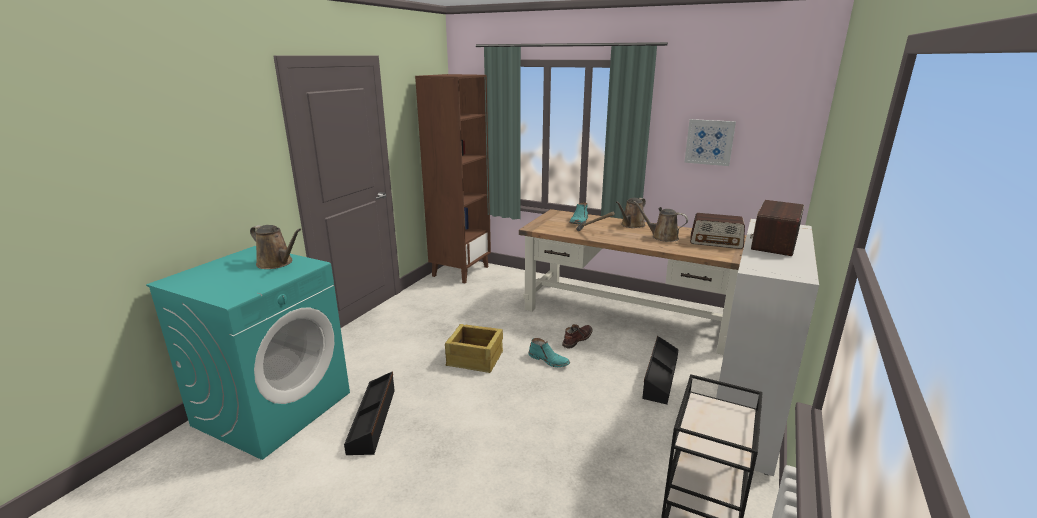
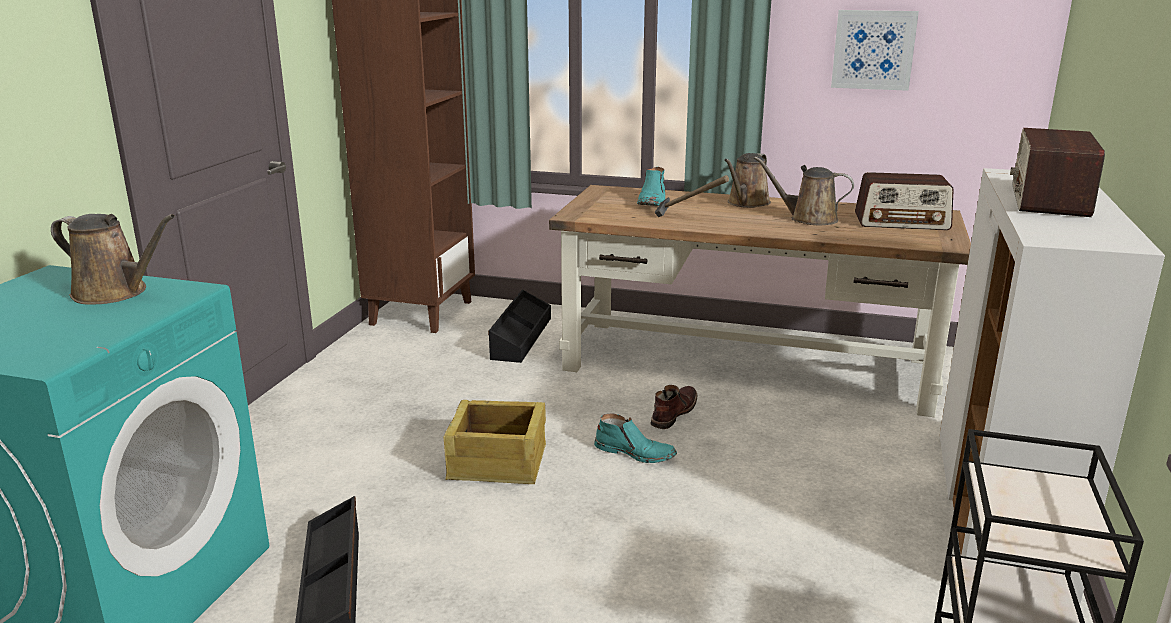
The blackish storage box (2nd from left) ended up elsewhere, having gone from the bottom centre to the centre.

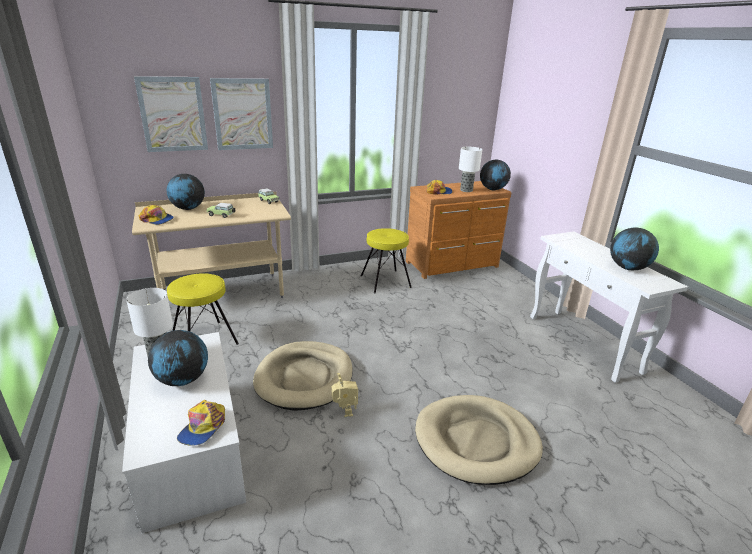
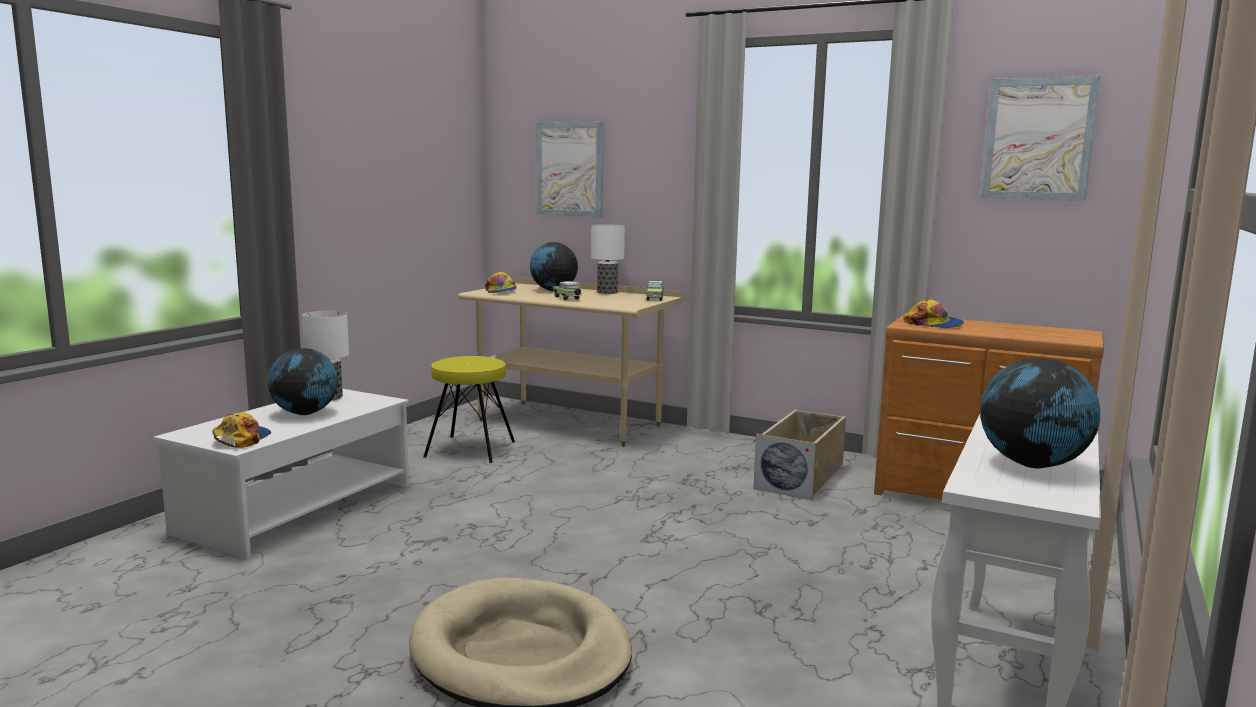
The second view lost the sand-coloured dog bed (1st from left) at the bottom centre.
The second view lost the toy robot at the bottom centre.
The second view lost the globe (3rd from left) at the top centre.
The wall art (2nd from left) ended up elsewhere, having gone from the top left to the top right.
The lamp for a table (2nd from left) ended up elsewhere, having gone from the top centre to the centre.
Where the yellow sitting stool (2nd from left) stood at the centre, the sand-coloured storage box came to stand at the centre.
The peaked cap (2nd from left in the first image) at the bottom left ended up facing another way, 120 degrees clockwise from before.

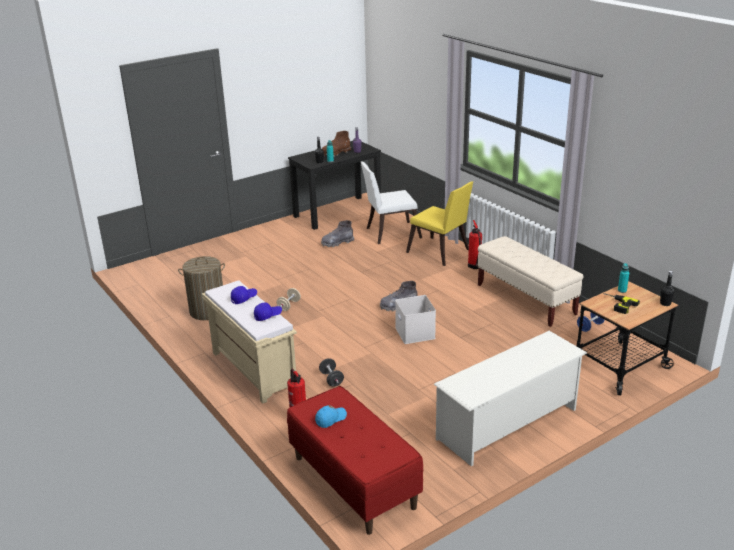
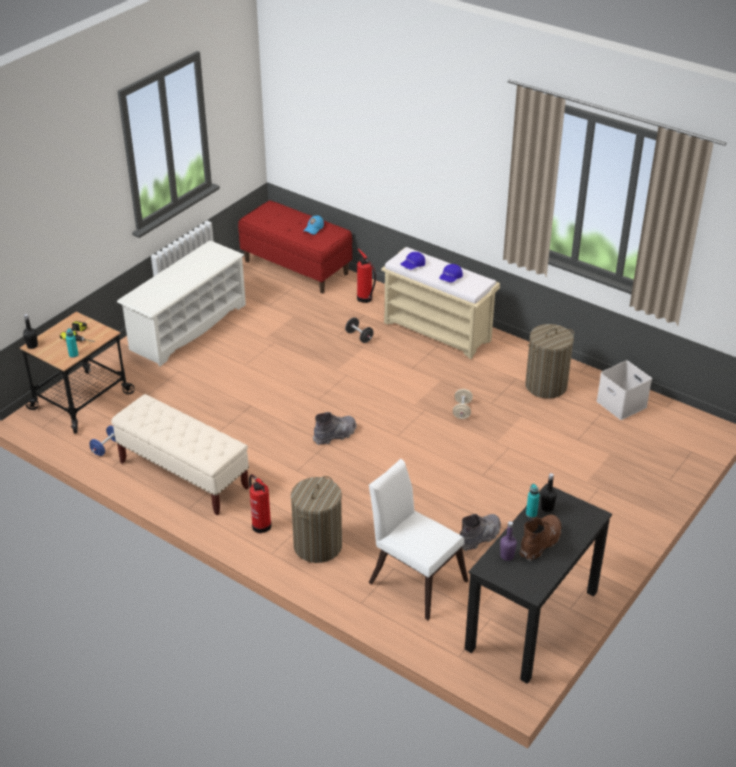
The white-coloured storage box ended up elsewhere, having gone from the centre to the middle right.
Where the yellow plain chair stood at the centre, the hamper (1st from left) came to stand at the bottom centre.
The white-coloured plain chair at the centre ended up facing another way, 105 degrees counterclockwise from before.

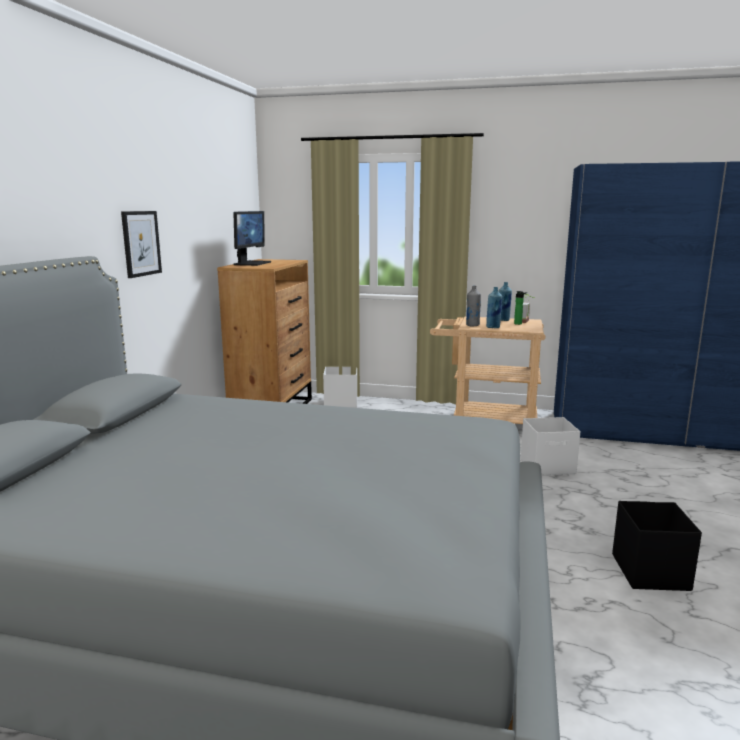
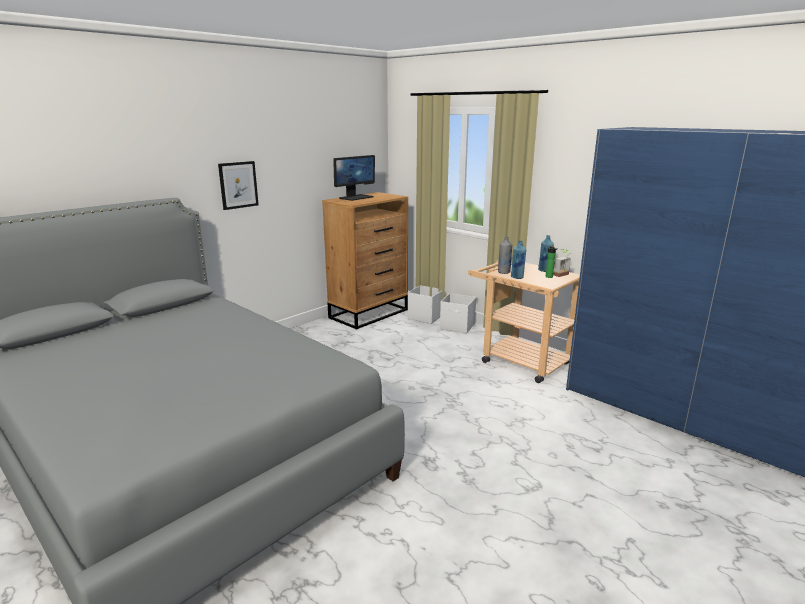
The second view lost the blackish storage box at the bottom right.
The white-coloured storage box (2nd from left) ended up elsewhere, having gone from the middle right to the centre.

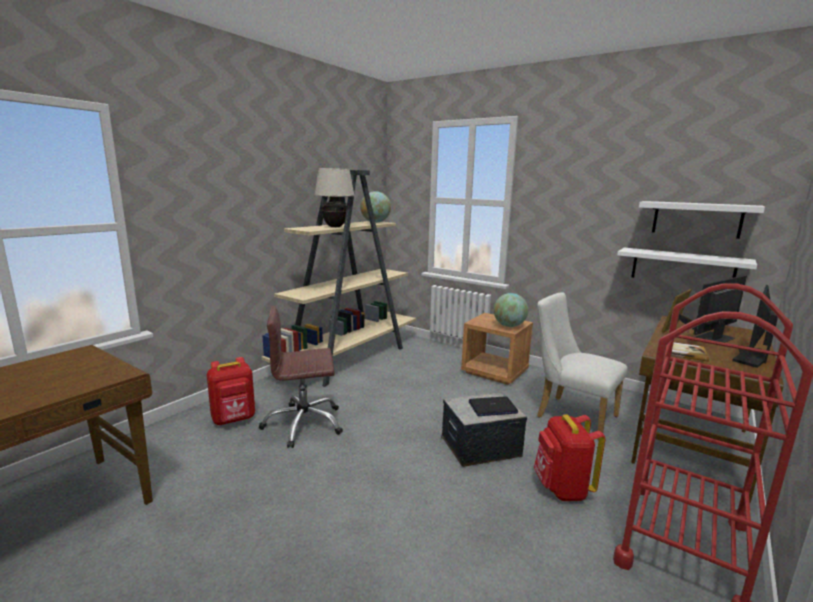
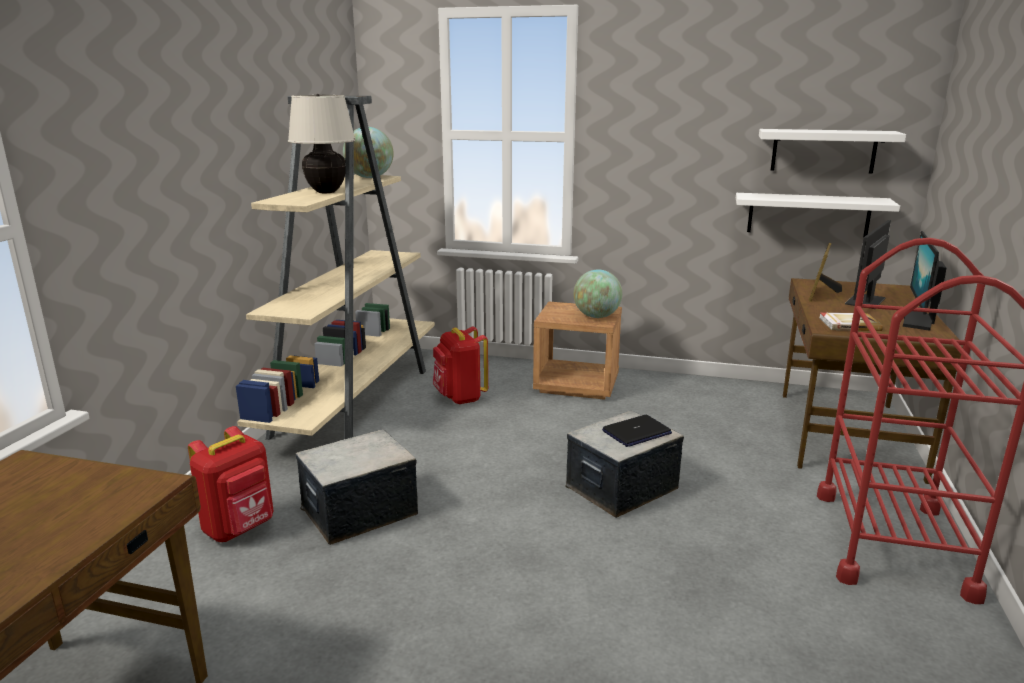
The second view lost the white-coloured plain chair at the middle right.
The red backpack (2nd from left) ended up elsewhere, having gone from the bottom right to the centre.
Where the brown-coloured computer chair stood at the centre, the storage box (1st from left) came to stand at the bottom centre.

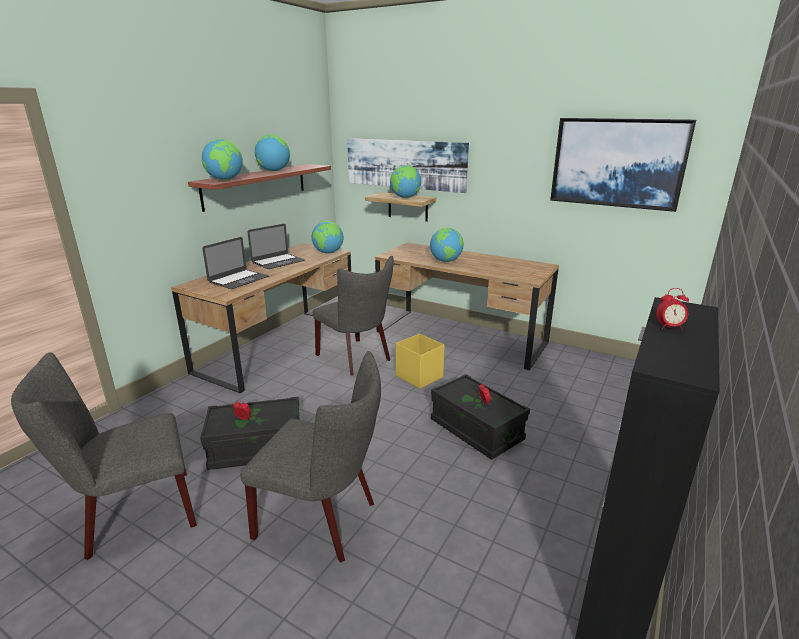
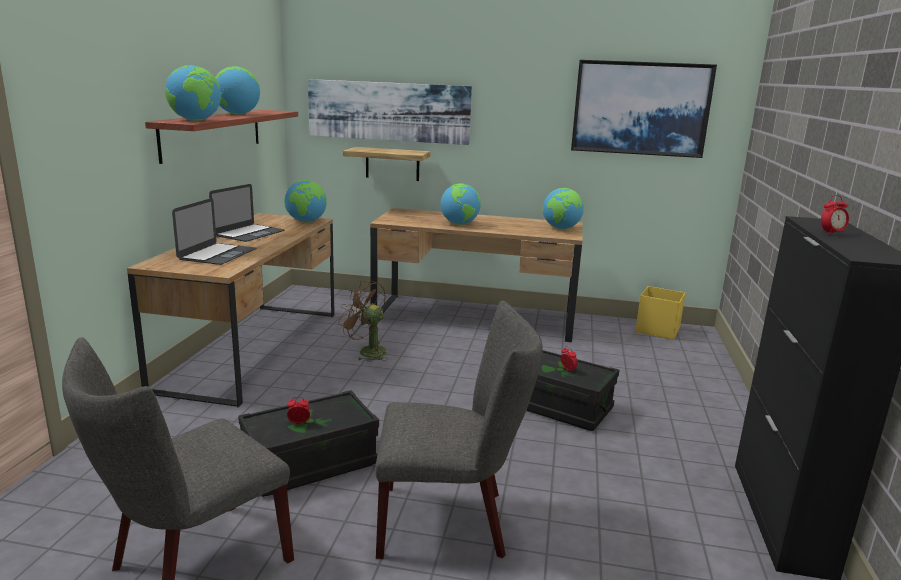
The globe (4th from left in the first image) ended up elsewhere, having gone from the top centre to the centre.
The yellow storage box ended up elsewhere, having gone from the centre to the middle right.
Where the grey plain chair (3rd from left) stood at the centre, the brown-coloured cooling fan came to stand at the centre.

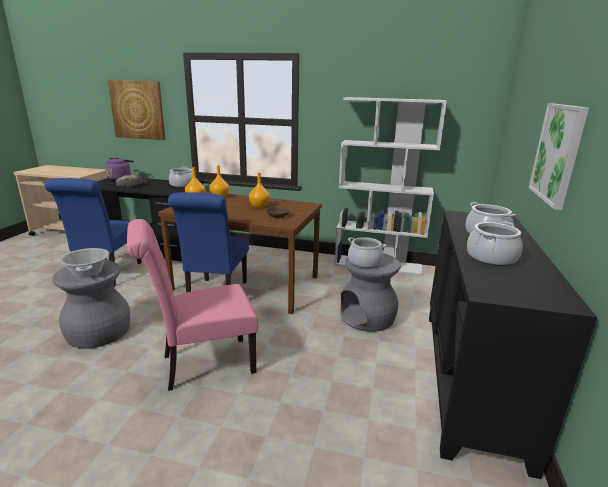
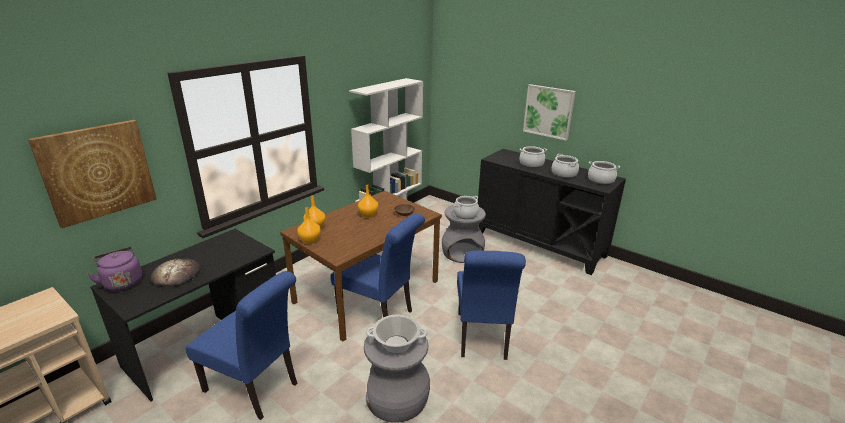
The stockpot (2nd from left in the first image) ended up elsewhere, having gone from the middle left to the middle right.
What was the pink plain chair at the middle left turned into the blue-coloured plain chair (3rd from left) at the bottom centre.

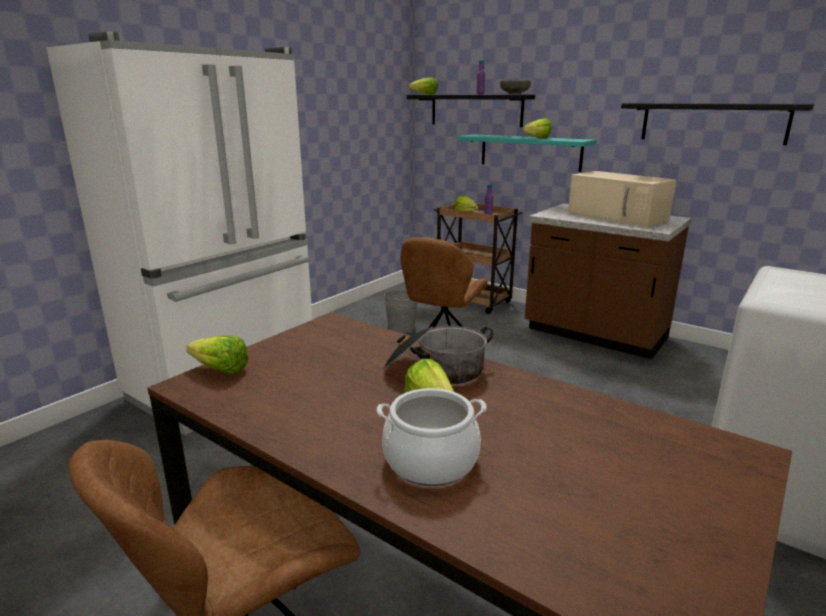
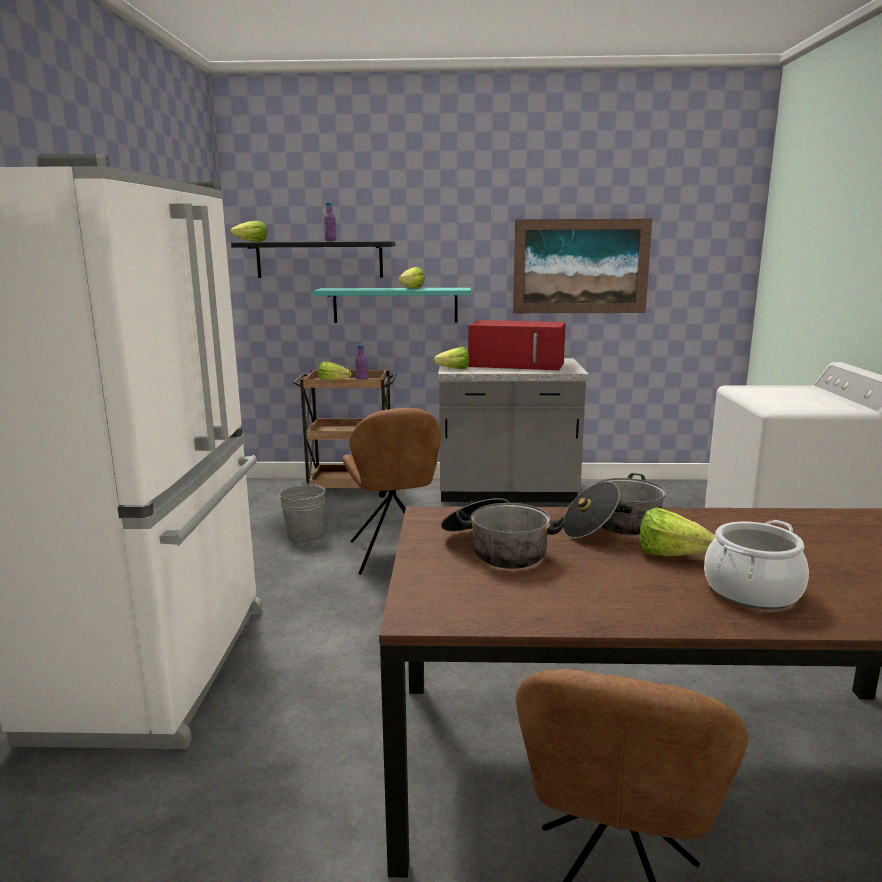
The second view lost the grey serving bowl at the top centre.
The second view gained the stockpot (1st from left) at the centre.
The lettuce (1st from left in the first image) ended up elsewhere, having gone from the middle left to the centre.
Where the blackish shelf (2nd from left) hung at the top right, the wall art came to hang at the top centre.
What was the brown-coloured kitchen base unit at the middle right turned into the grey kitchen base unit at the centre.
What was the sand-coloured microwave at the top right turned into the red microwave at the centre.

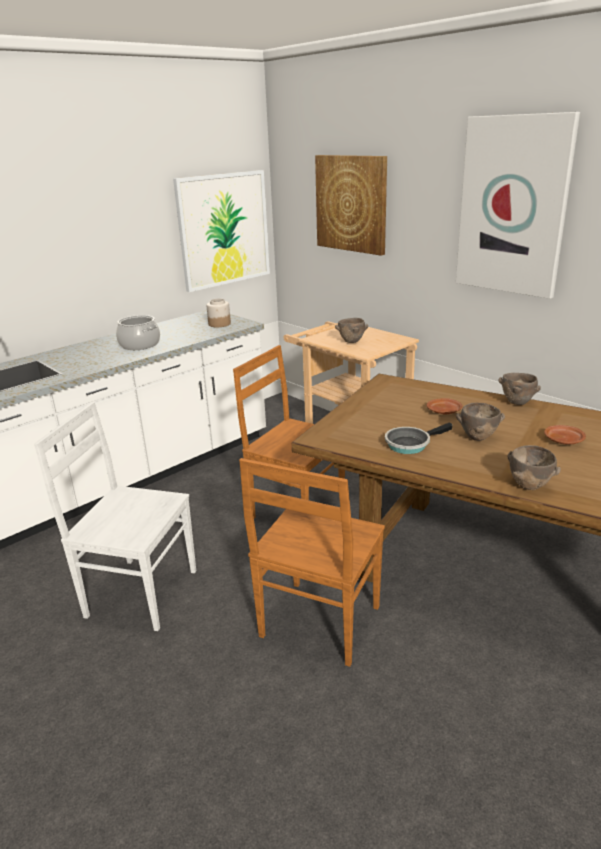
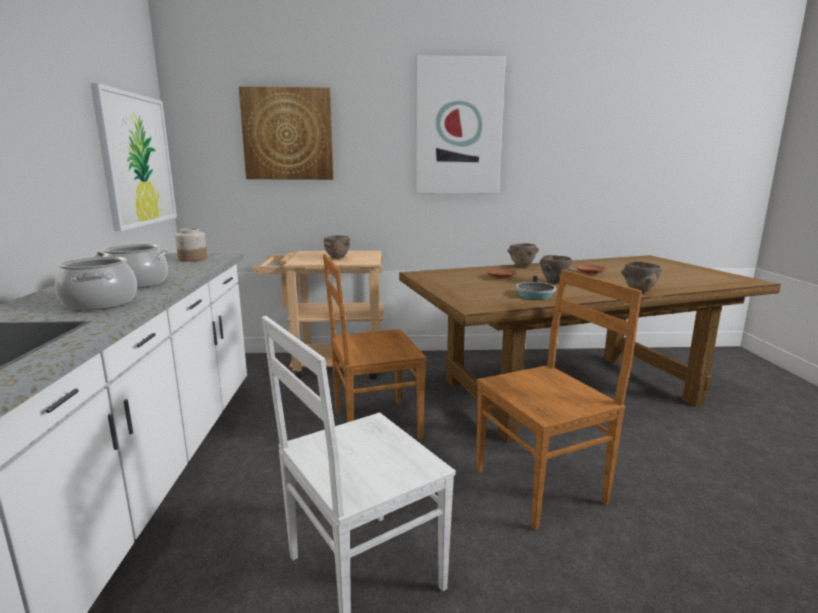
The second view gained the stockpot (1st from left) at the middle left.
The brown-coloured plain chair (2nd from left) at the centre ended up facing another way, 90 degrees counterclockwise from before.

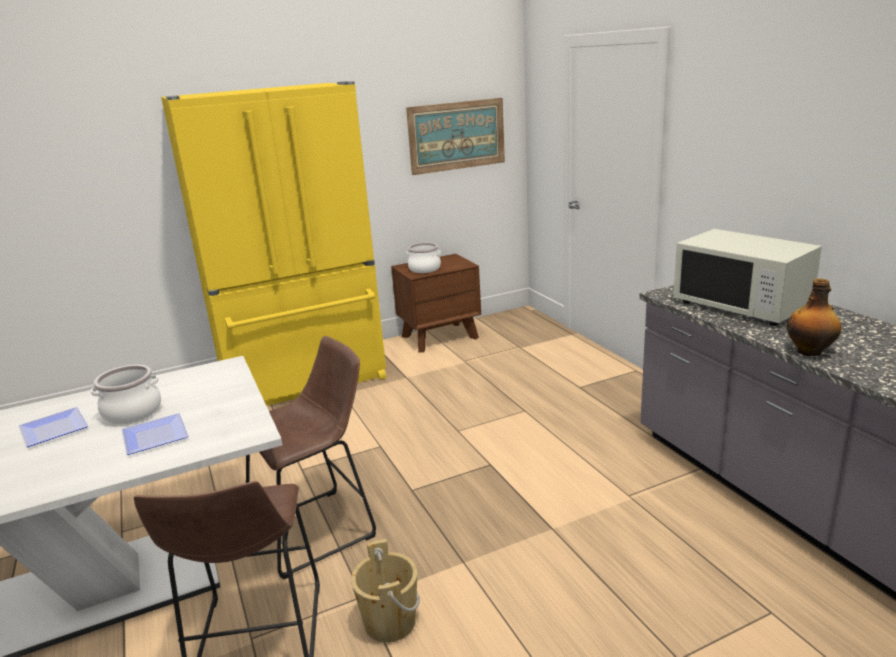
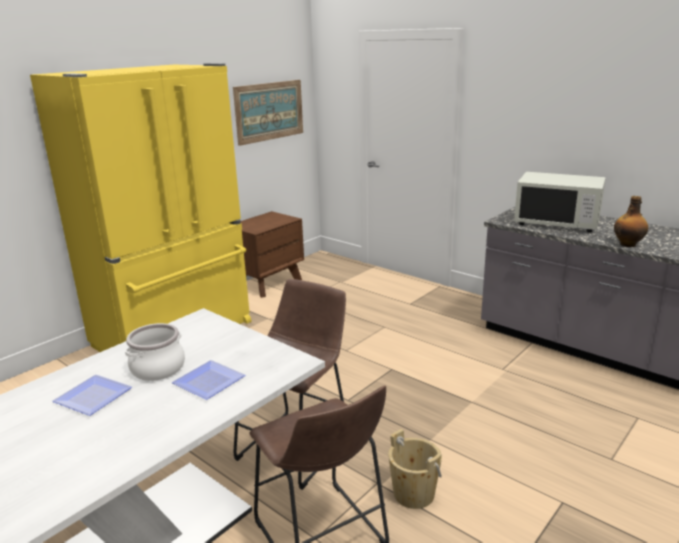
The second view lost the stockpot (2nd from left) at the centre.

